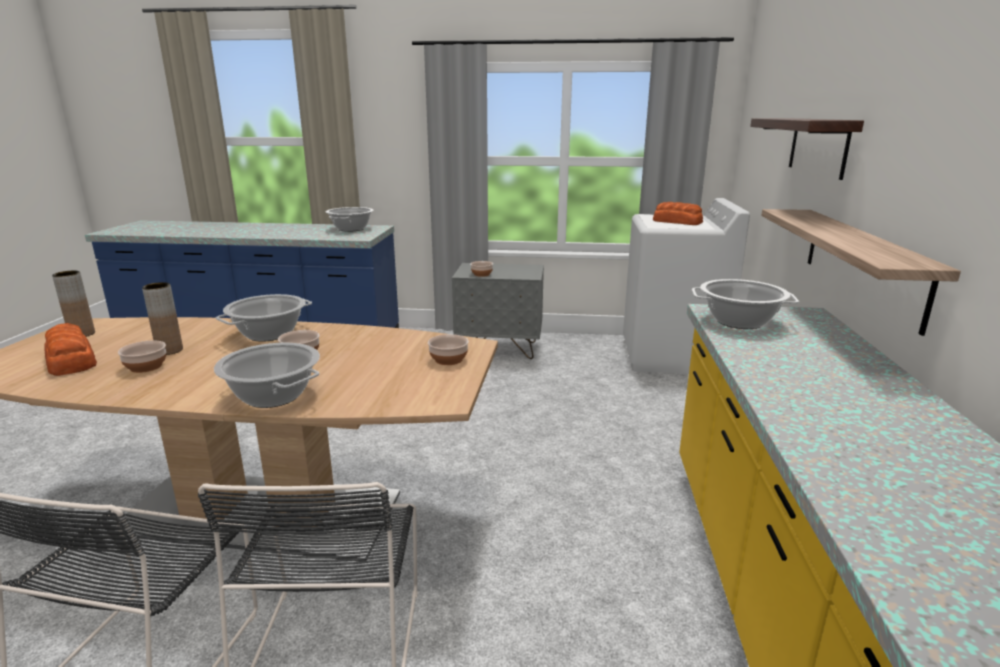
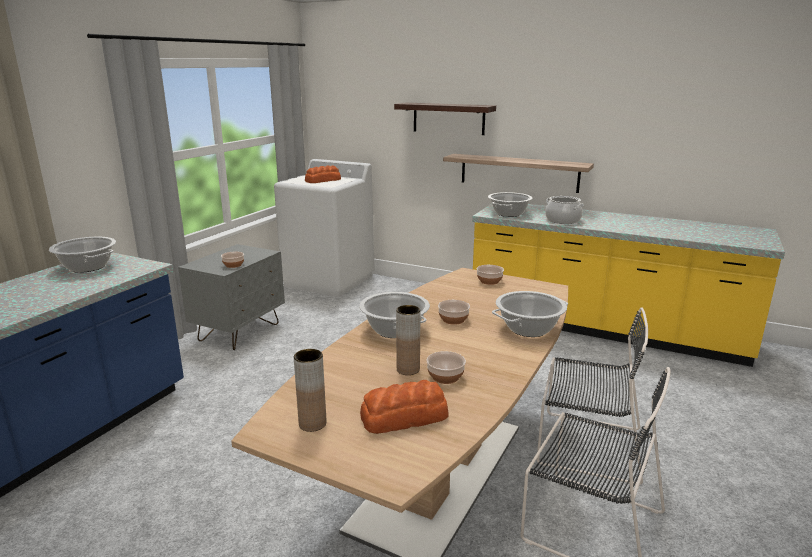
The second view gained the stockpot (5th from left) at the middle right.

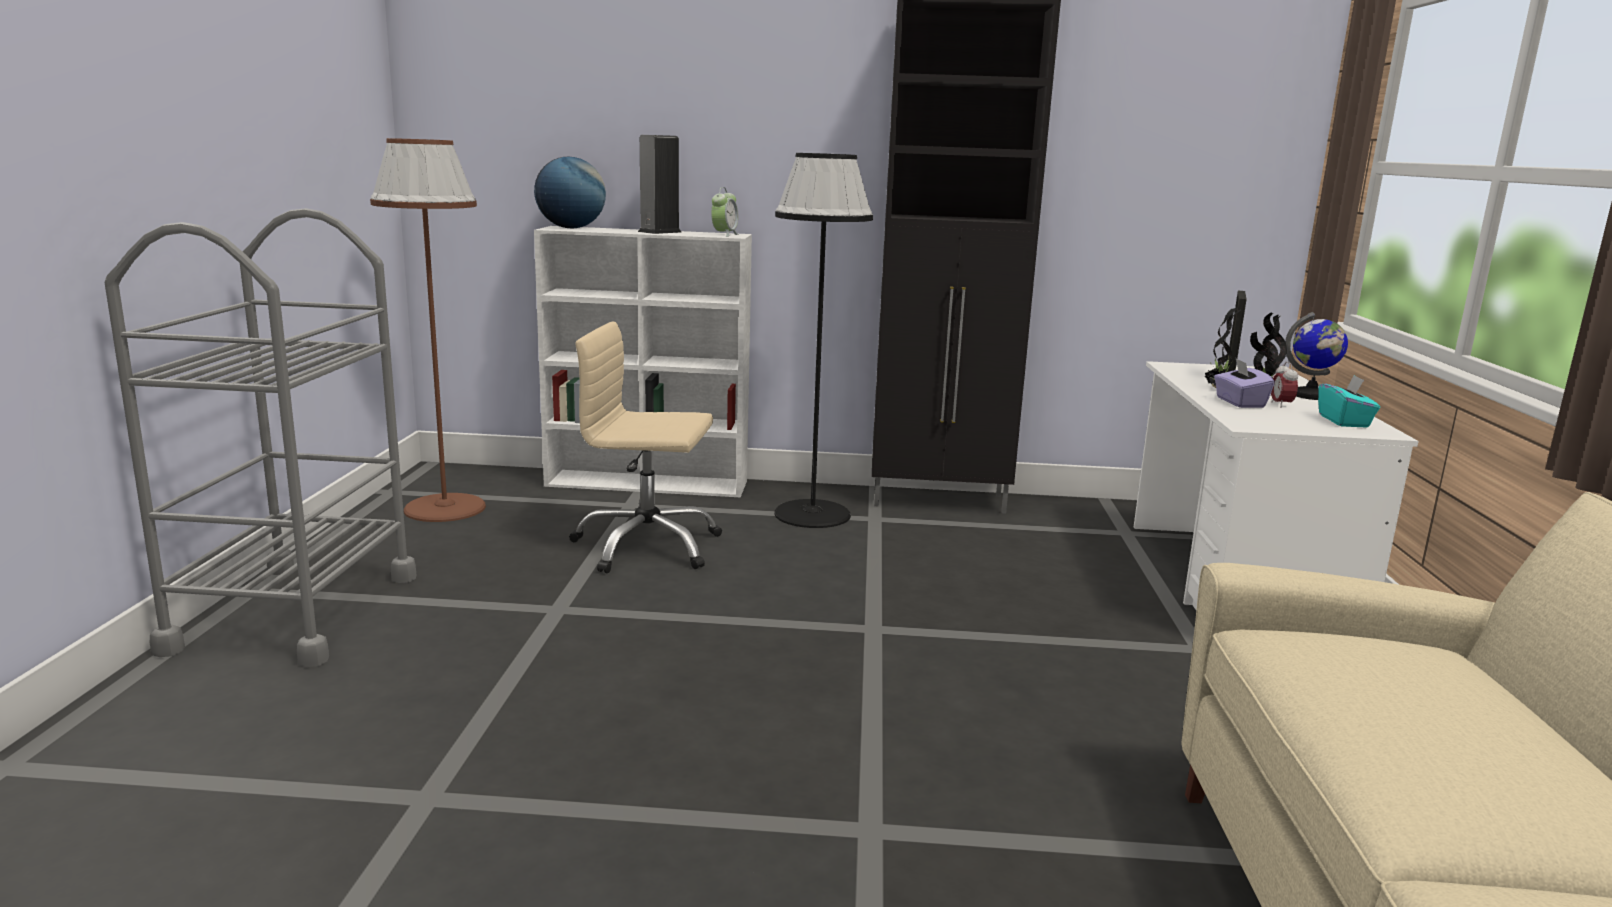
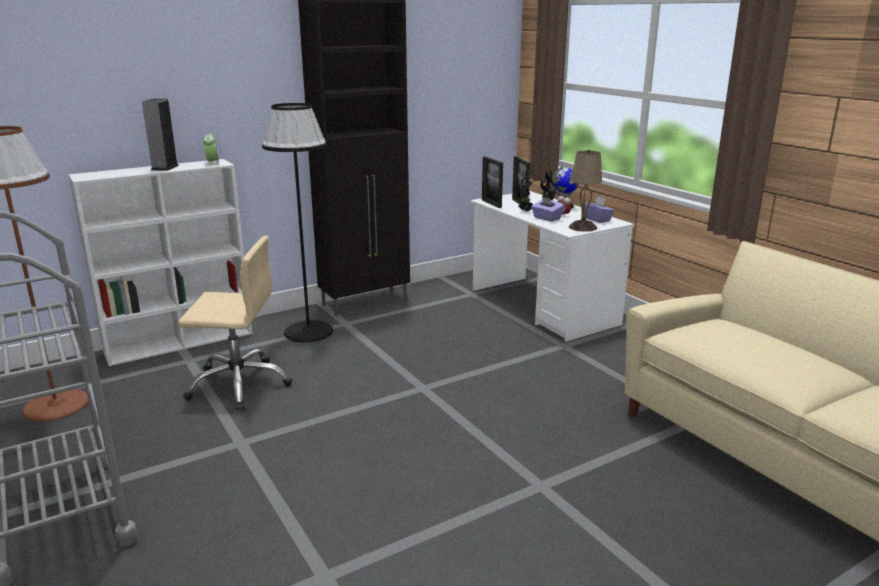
The second view lost the globe (1st from left) at the top centre.
The second view gained the photo frame (1st from left) at the top centre.
The second view gained the sand-coloured lamp for a table at the top centre.
What was the turquoise-coloured tissue holder at the middle right turned into the purple-coloured tissue holder (2nd from left) at the middle right.
The sand-coloured computer chair at the centre ended up facing another way, 150 degrees counterclockwise from before.

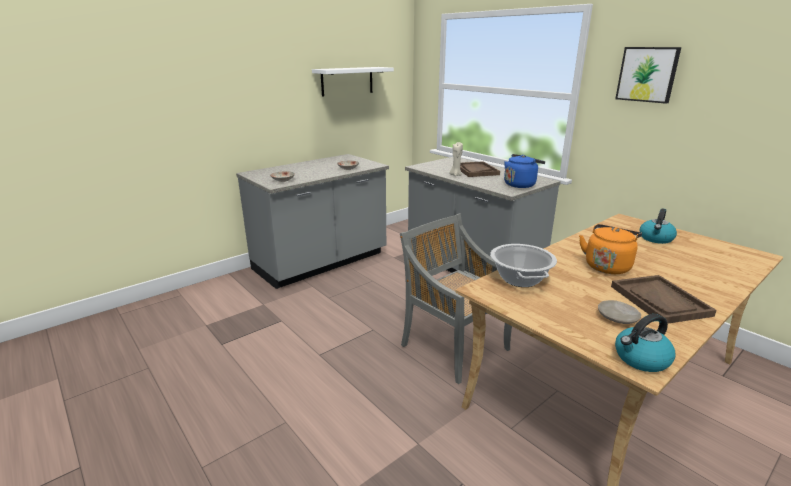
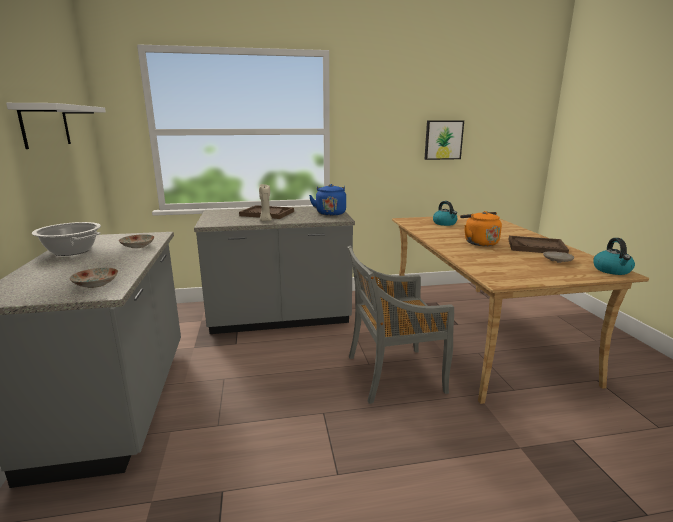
The stockpot ended up elsewhere, having gone from the centre to the middle left.
The wall art ended up elsewhere, having gone from the top right to the top centre.

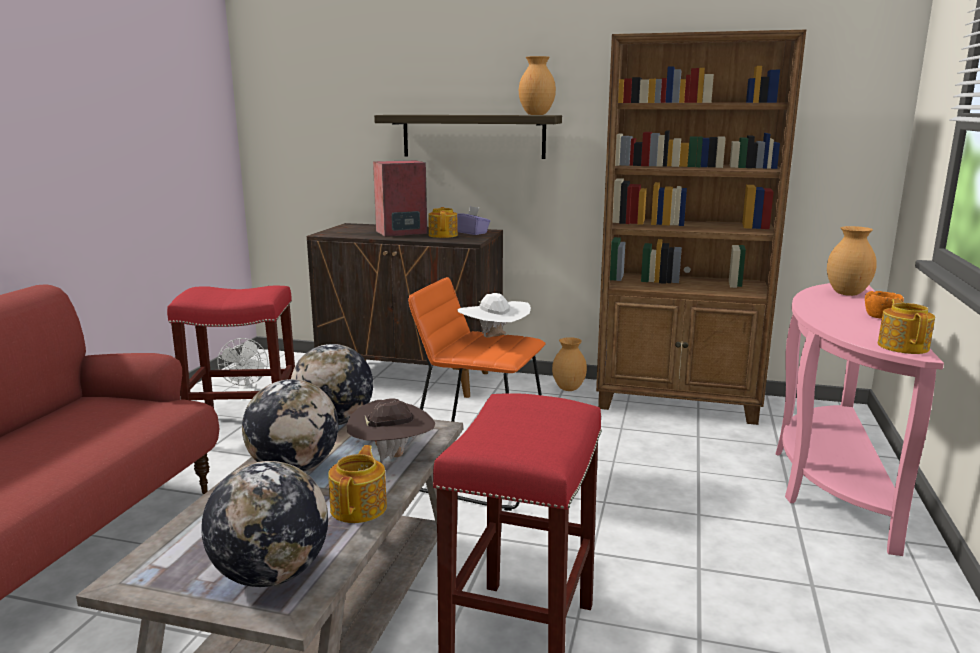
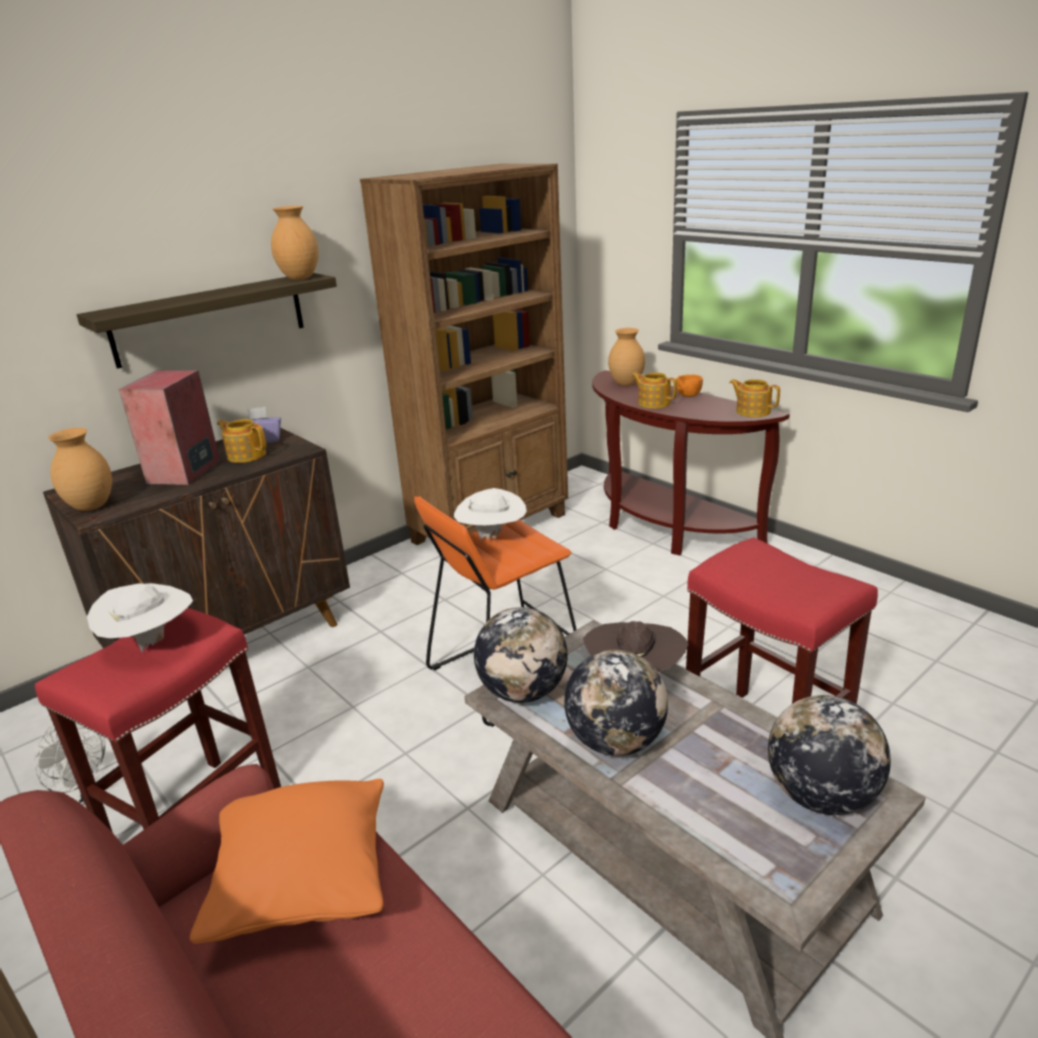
The second view gained the white-coloured hat (1st from left) at the middle left.
The second view gained the orangey pillow at the bottom left.
The teapot (1st from left in the first image) ended up elsewhere, having gone from the bottom centre to the centre.
The brown-coloured decorative vase (2nd from left in the first image) ended up elsewhere, having gone from the centre to the middle left.
What was the pink hall table at the middle right turned into the brown-coloured hall table at the centre.

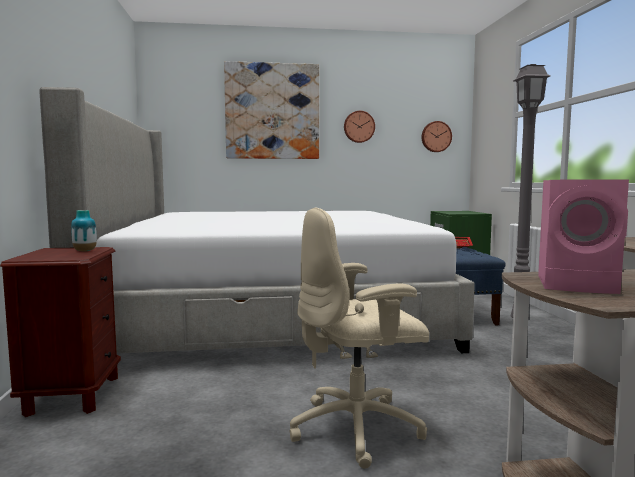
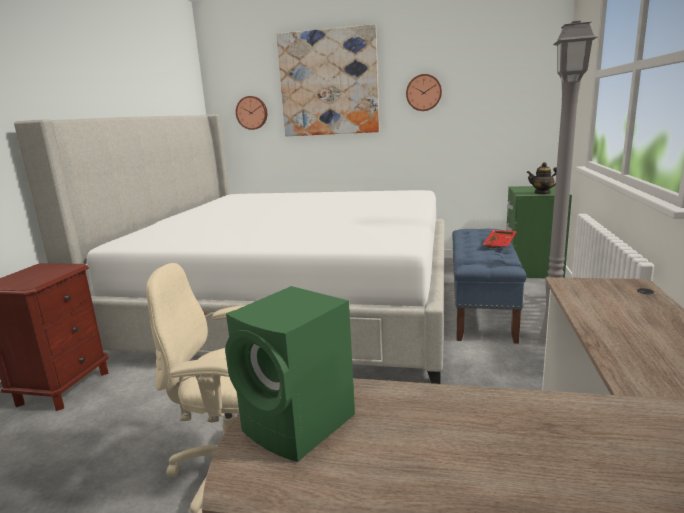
The second view lost the decorative vase at the middle left.
The second view gained the teapot at the middle right.
The hanging clock (2nd from left in the first image) ended up elsewhere, having gone from the top right to the top centre.
What was the pink speaker at the middle right turned into the green-coloured speaker at the bottom centre.

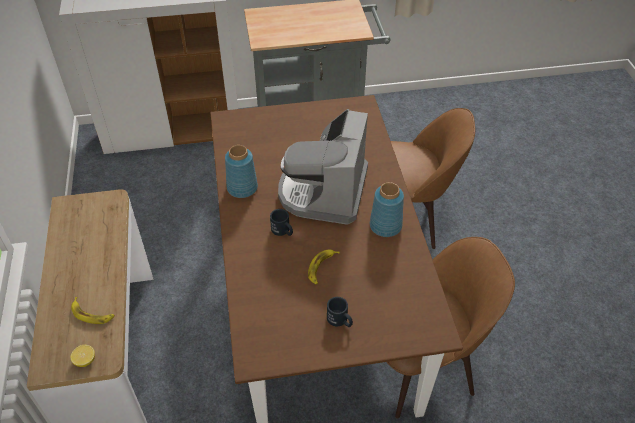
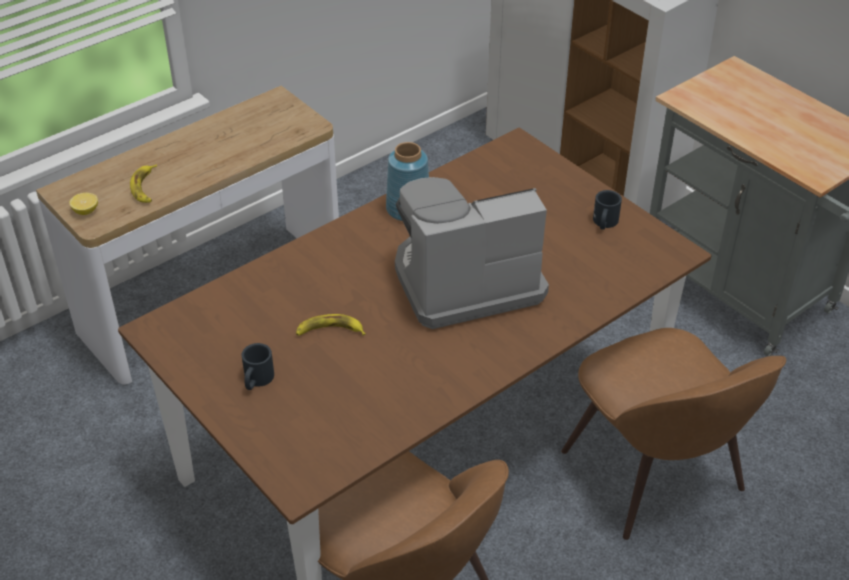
The second view lost the blue-coloured decorative vase (2nd from left) at the centre.
The blackish coffee mug (1st from left in the first image) ended up elsewhere, having gone from the centre to the middle right.

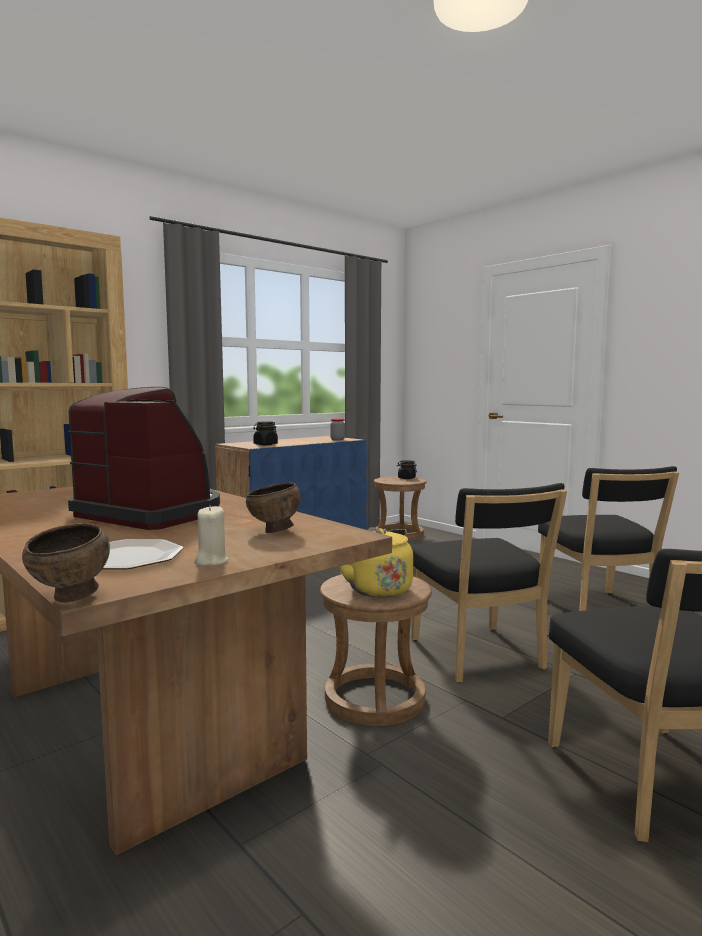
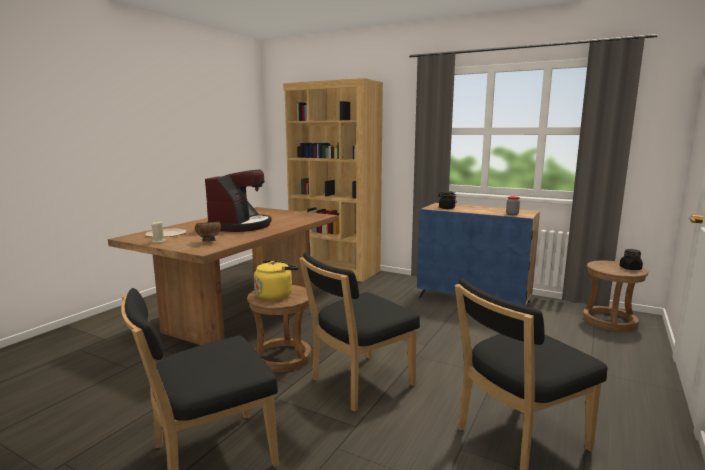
The second view lost the brown-coloured serving bowl (1st from left) at the middle left.

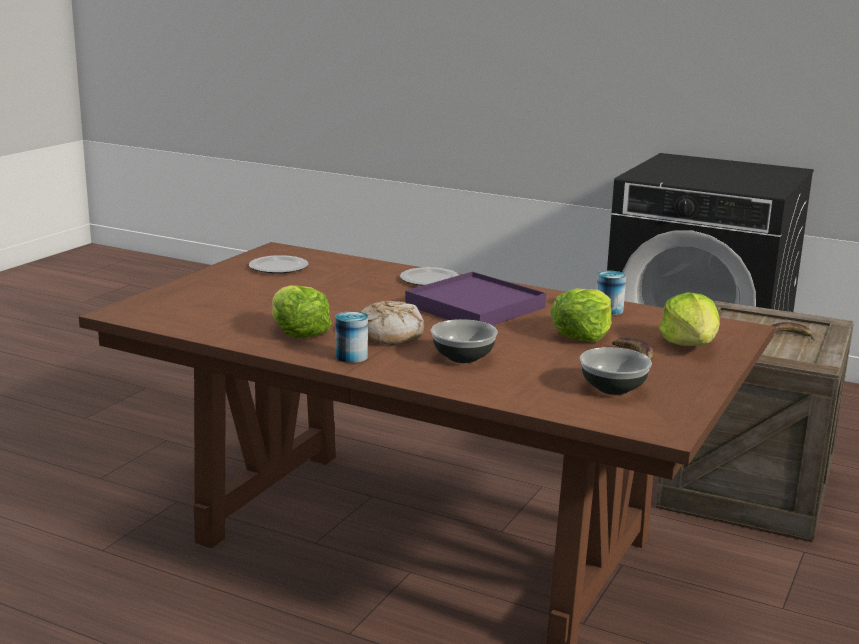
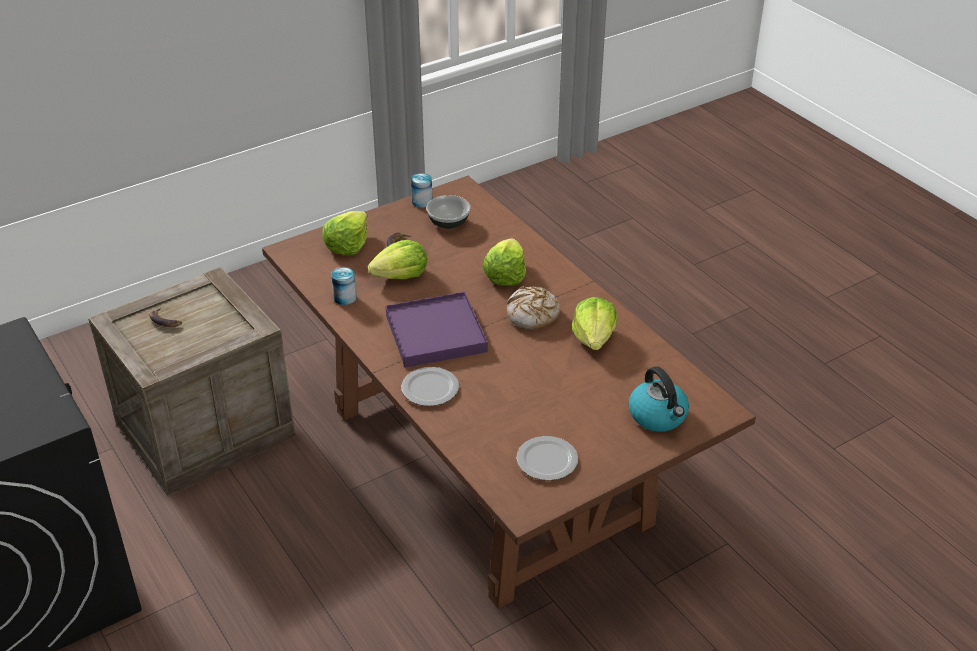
The second view gained the water kettle at the middle right.
The metal can (1st from left in the first image) ended up elsewhere, having gone from the centre to the top centre.
Where the serving bowl (1st from left) stood at the centre, the lettuce (3rd from left) came to stand at the centre.

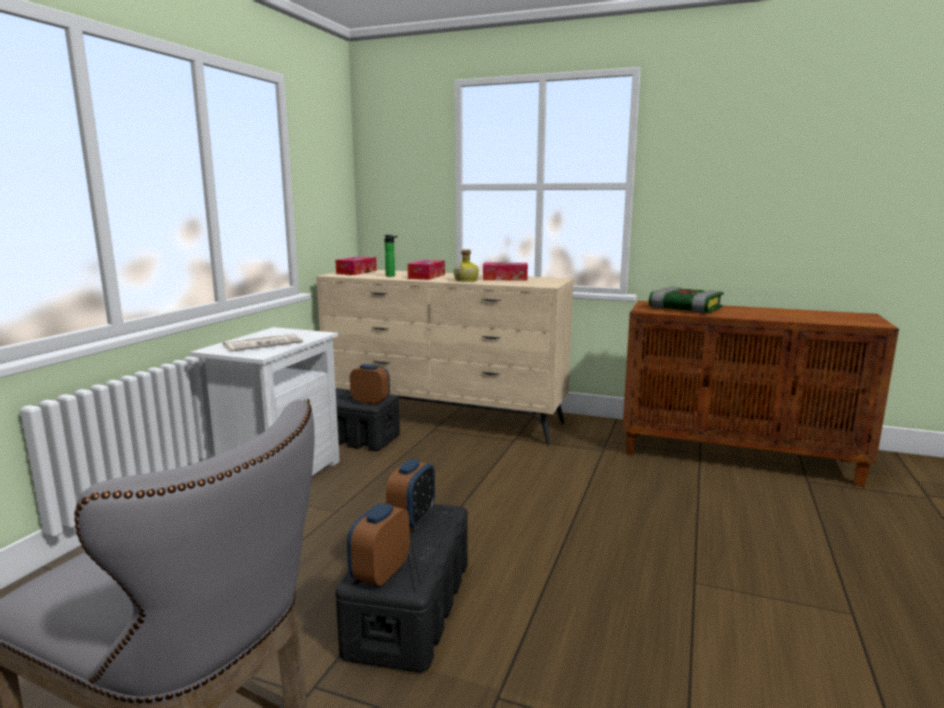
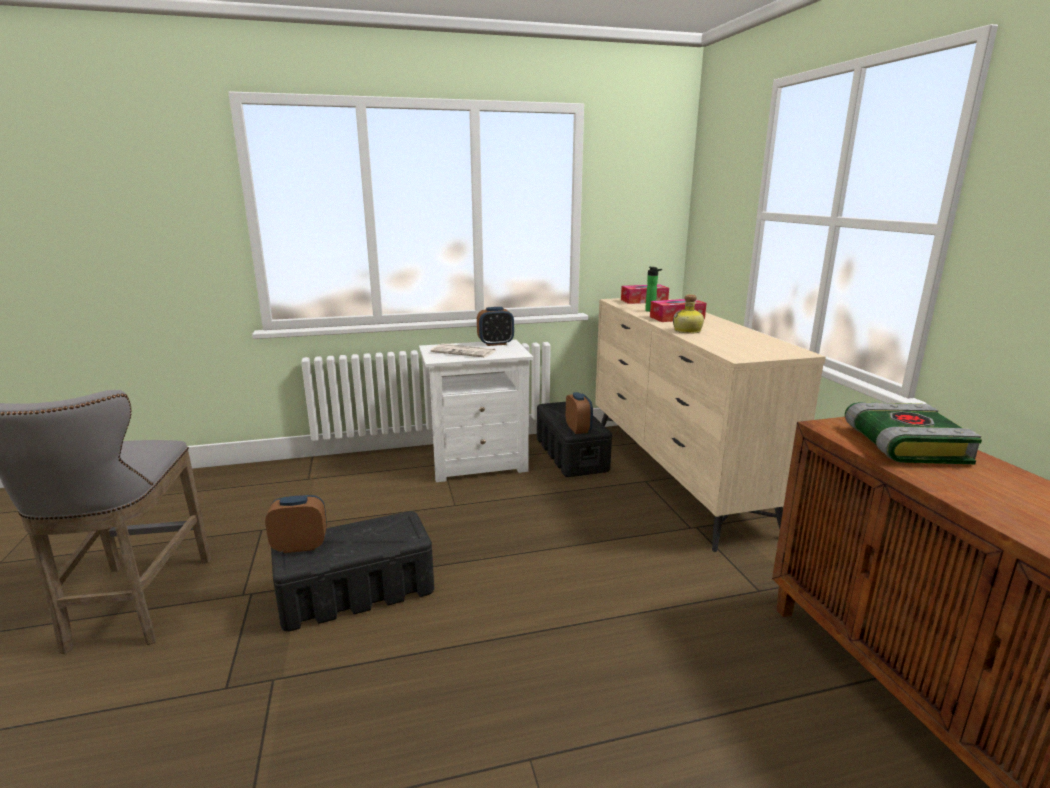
The second view lost the tissue holder (3rd from left) at the centre.
The bedside clock (3rd from left in the first image) ended up elsewhere, having gone from the bottom centre to the centre.

